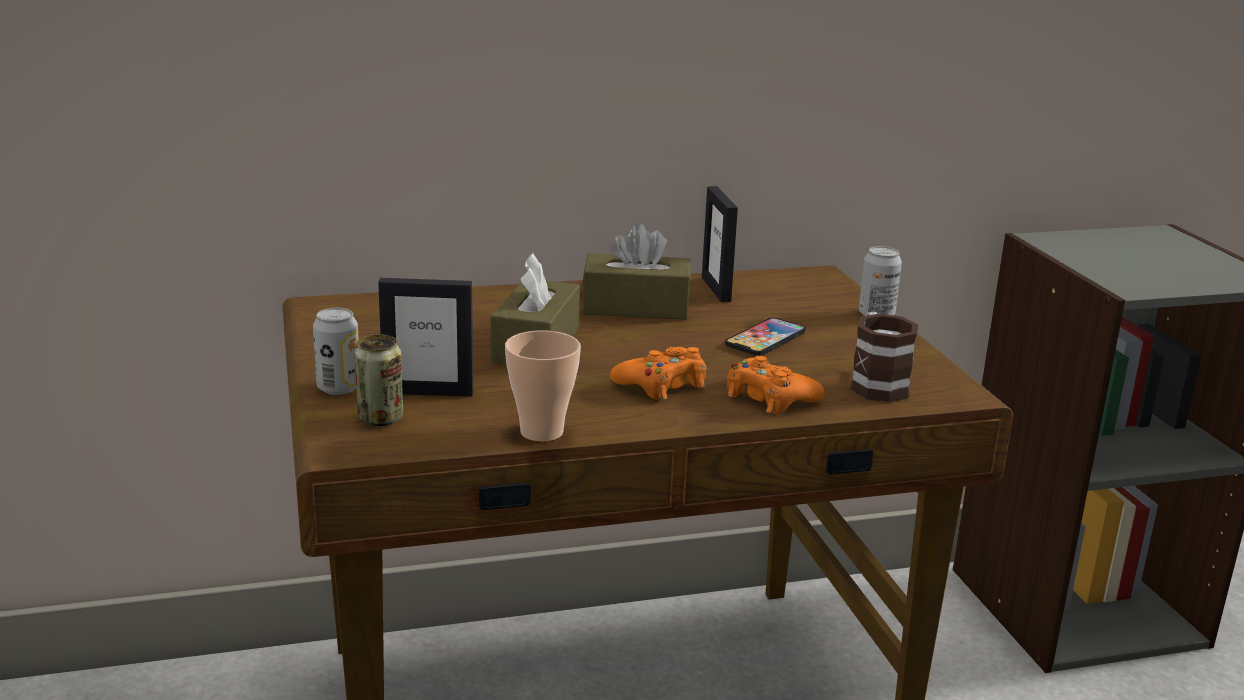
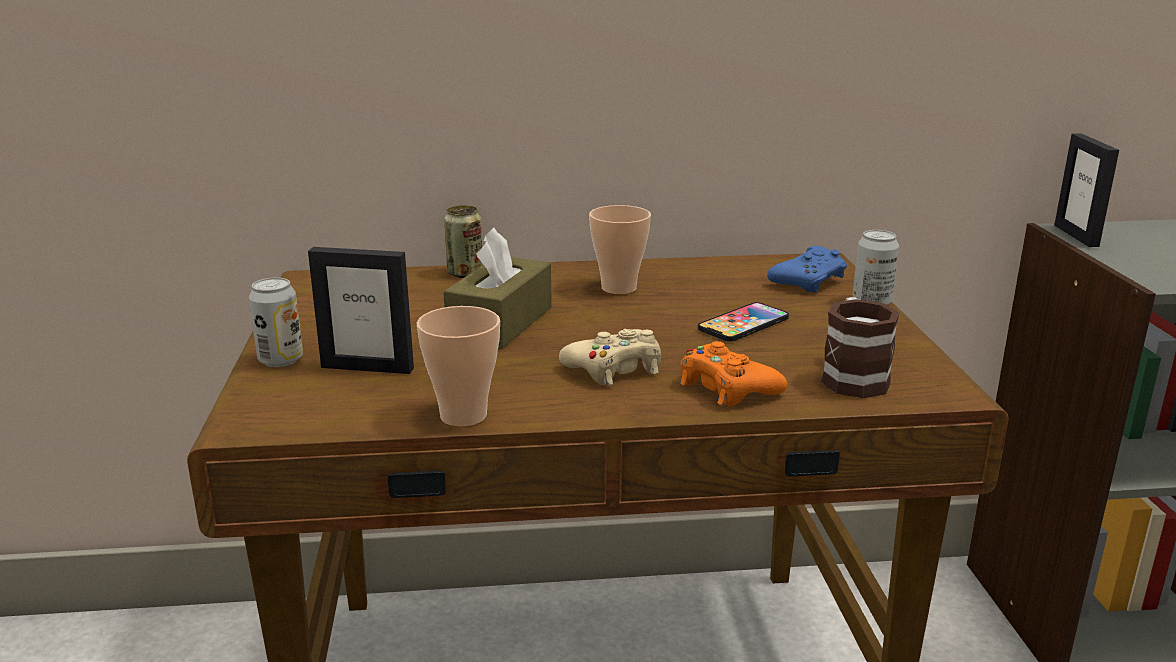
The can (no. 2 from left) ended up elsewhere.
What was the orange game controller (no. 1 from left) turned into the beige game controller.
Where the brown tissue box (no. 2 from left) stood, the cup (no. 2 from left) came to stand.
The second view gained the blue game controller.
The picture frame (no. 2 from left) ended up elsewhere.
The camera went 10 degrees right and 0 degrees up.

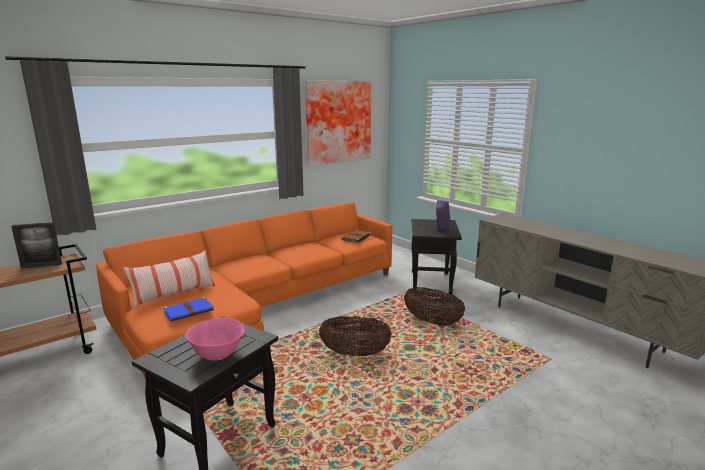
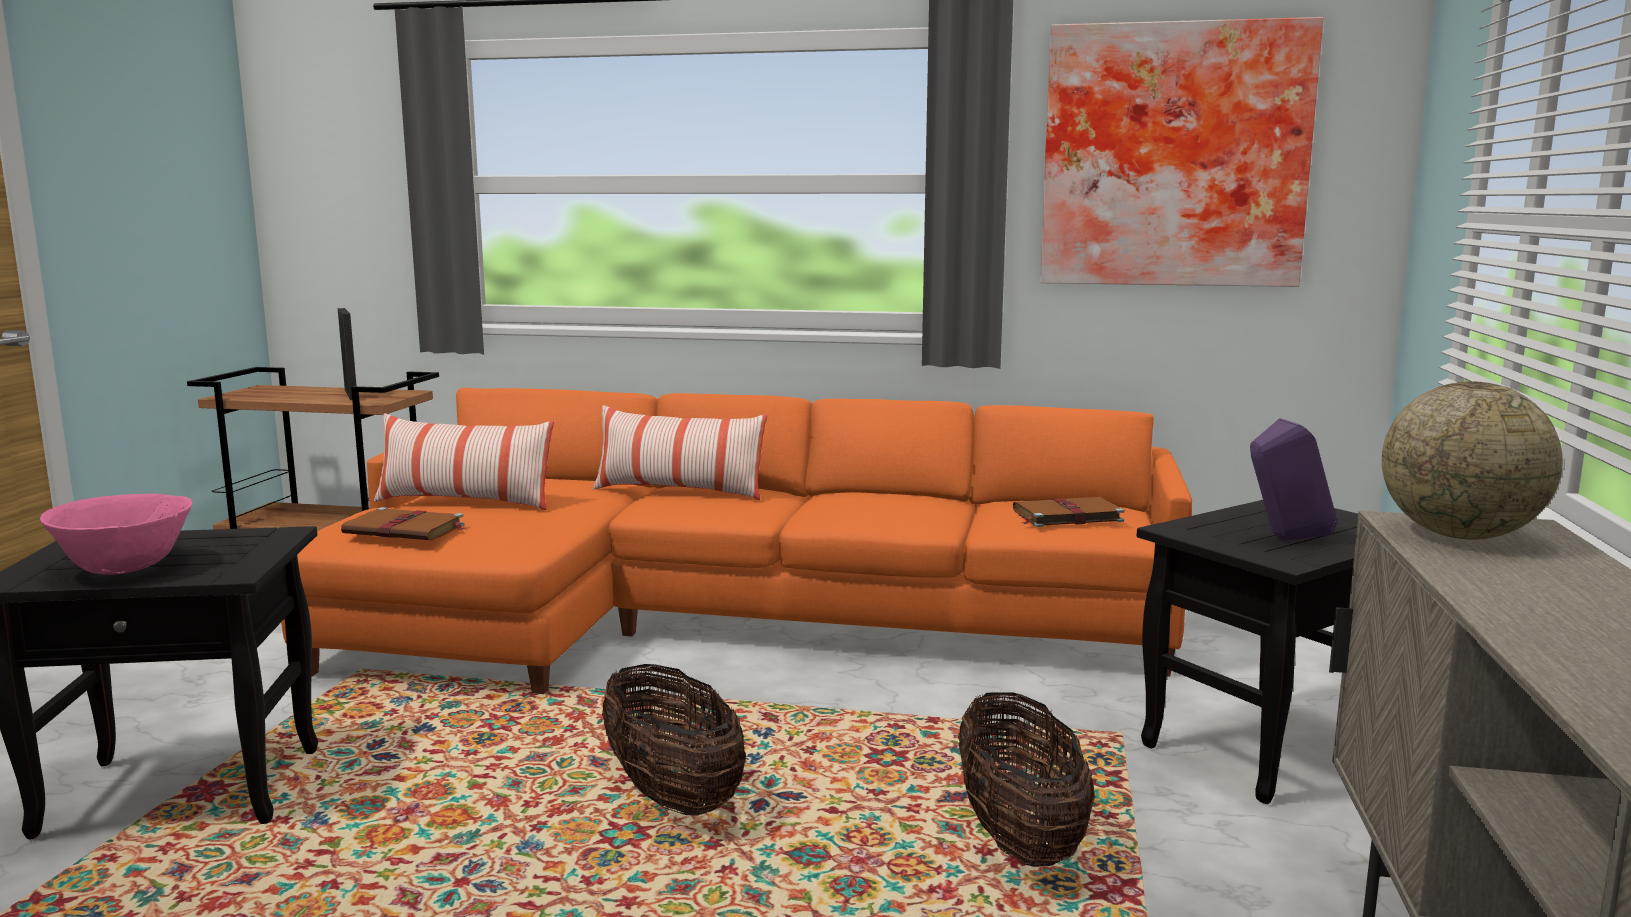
The picture frame ended up facing another way, 150 degrees counterclockwise from before.
What was the blue book turned into the brown book (no. 1 from left).
The second view gained the pillow (no. 2 from left).
The second view gained the globe.
The camera went 50 degrees right and 5 degrees down.

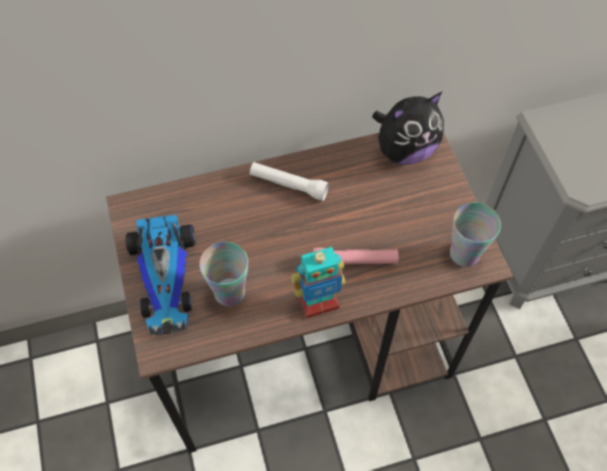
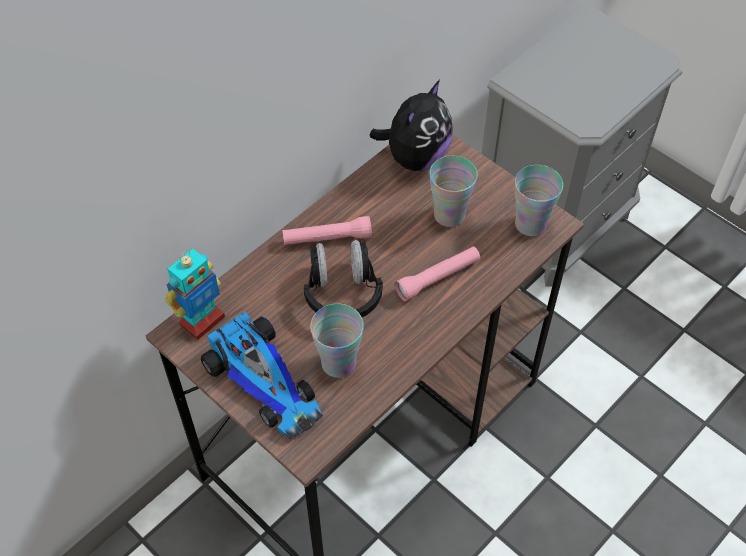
The toy robot ended up elsewhere.
What was the white flashlight turned into the pink flashlight (no. 1 from left).
The second view gained the black headphones.
The second view gained the cup (no. 2 from left).
The camera went 30 degrees left and 5 degrees down.

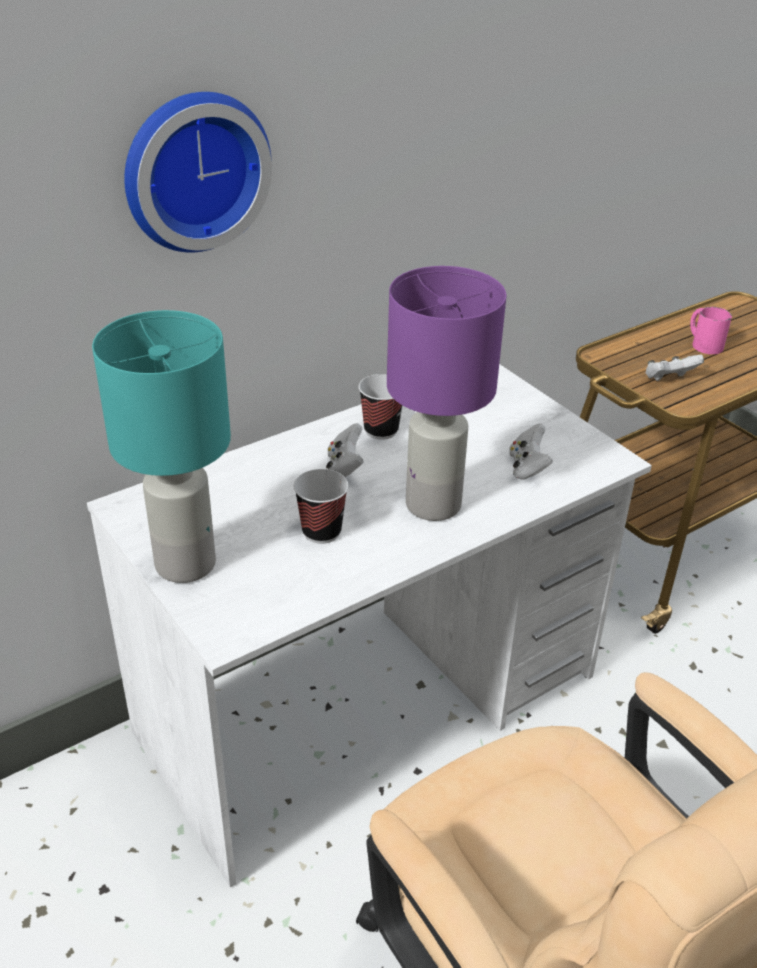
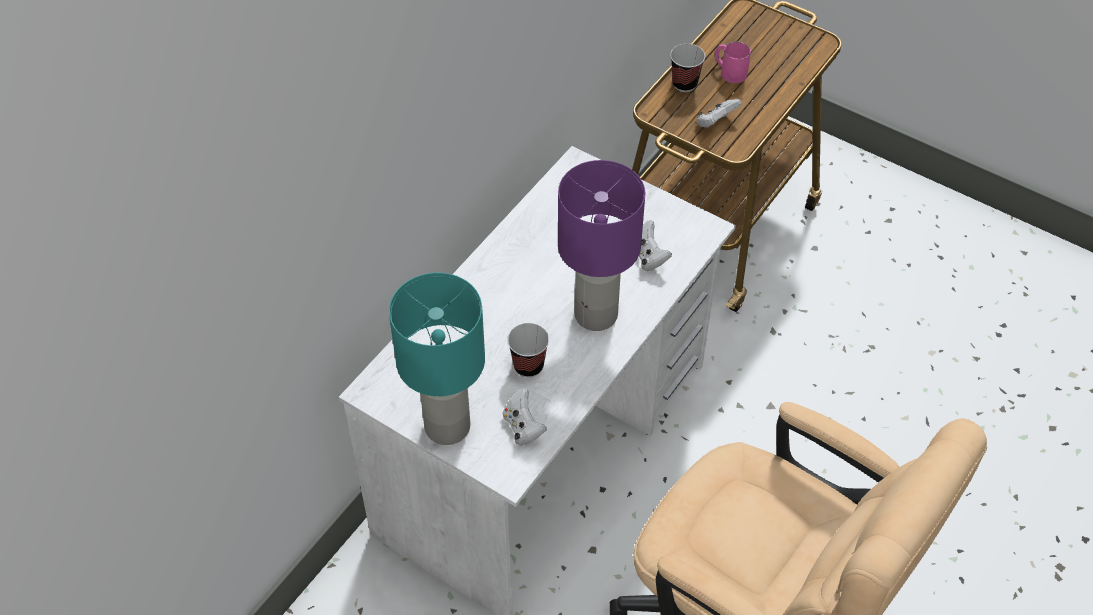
The white game controller (no. 1 from left) ended up elsewhere.
The cup (no. 2 from left) ended up elsewhere.
The second view lost the wall clock.
The camera went 20 degrees left and 15 degrees up.

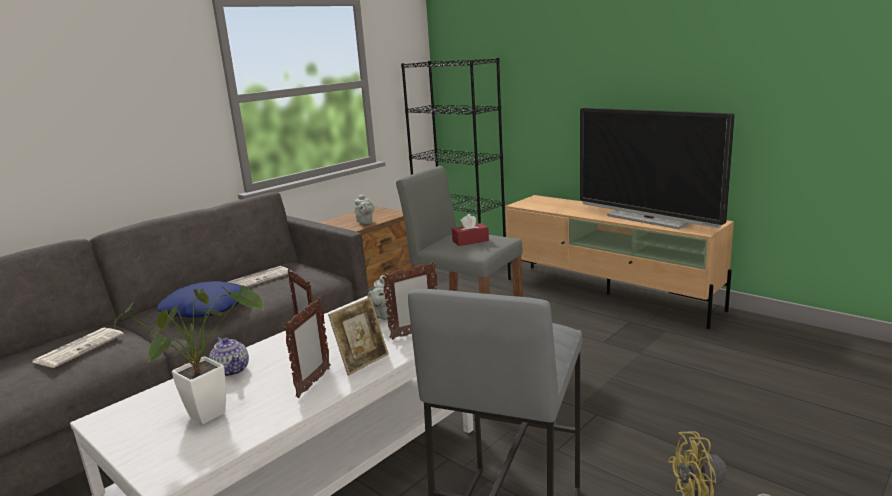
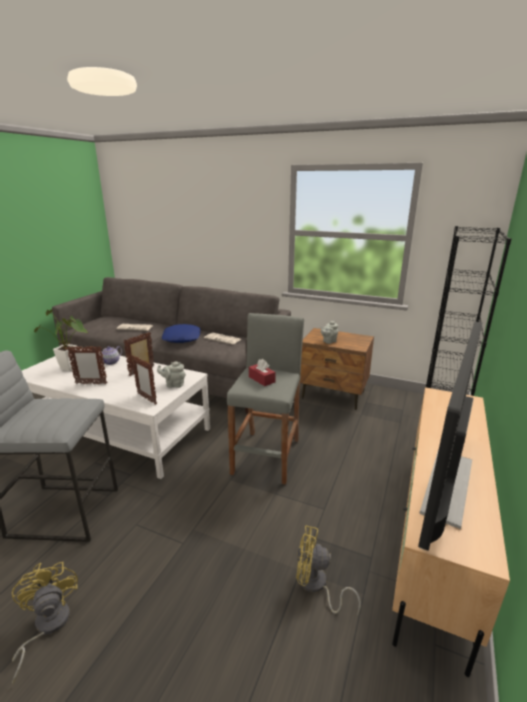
The second view gained the yellow fan (no. 2 from left).
The second view lost the picture frame (no. 3 from left).
The camera went 70 degrees right and 5 degrees up.

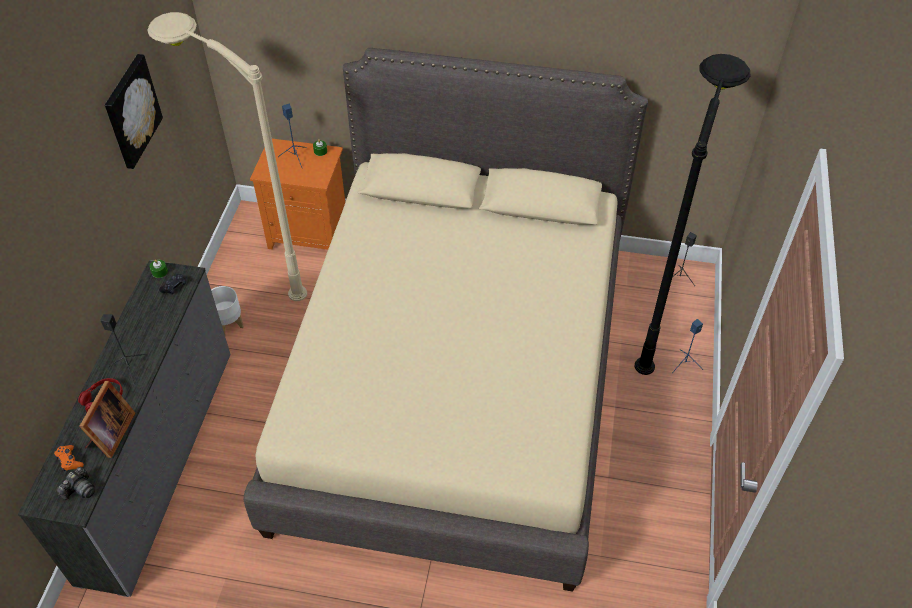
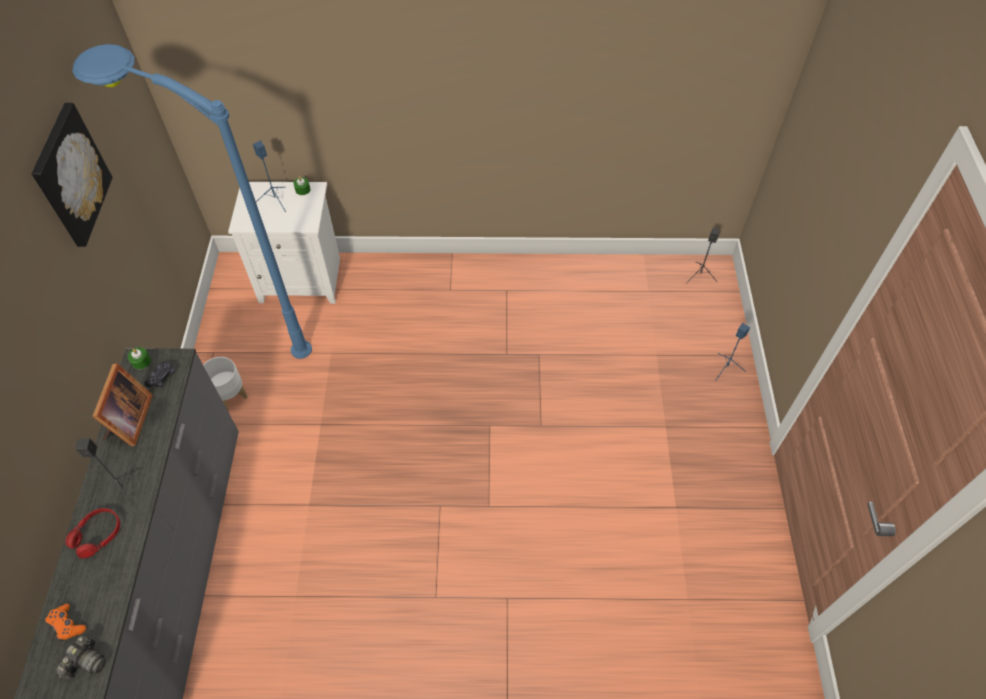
What was the beige floor lamp turned into the blue floor lamp.
The picture frame ended up elsewhere.
What was the orange nightstand turned into the white nightstand.
The second view lost the beige bed.
The second view lost the black floor lamp.
The camera went 10 degrees left and 5 degrees up.

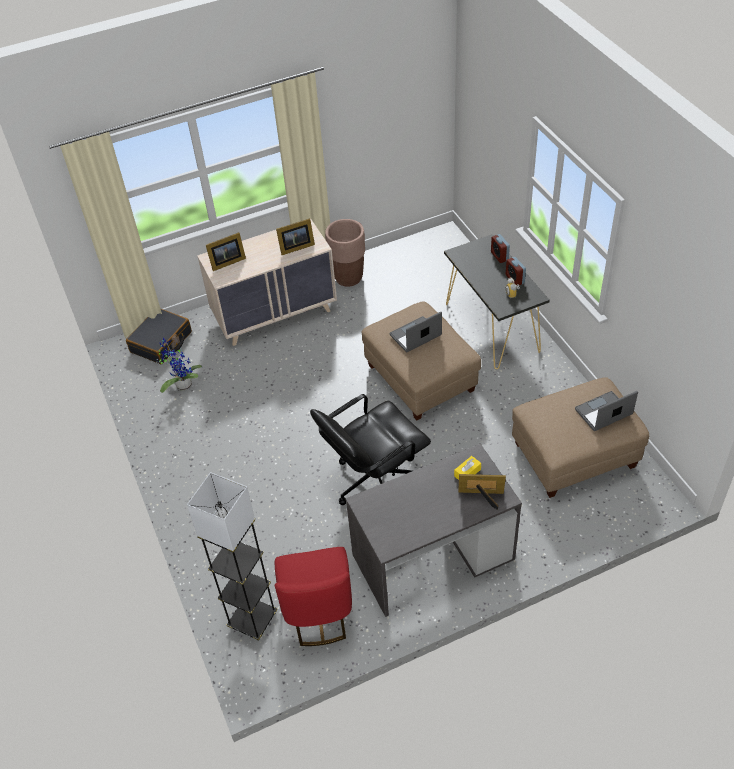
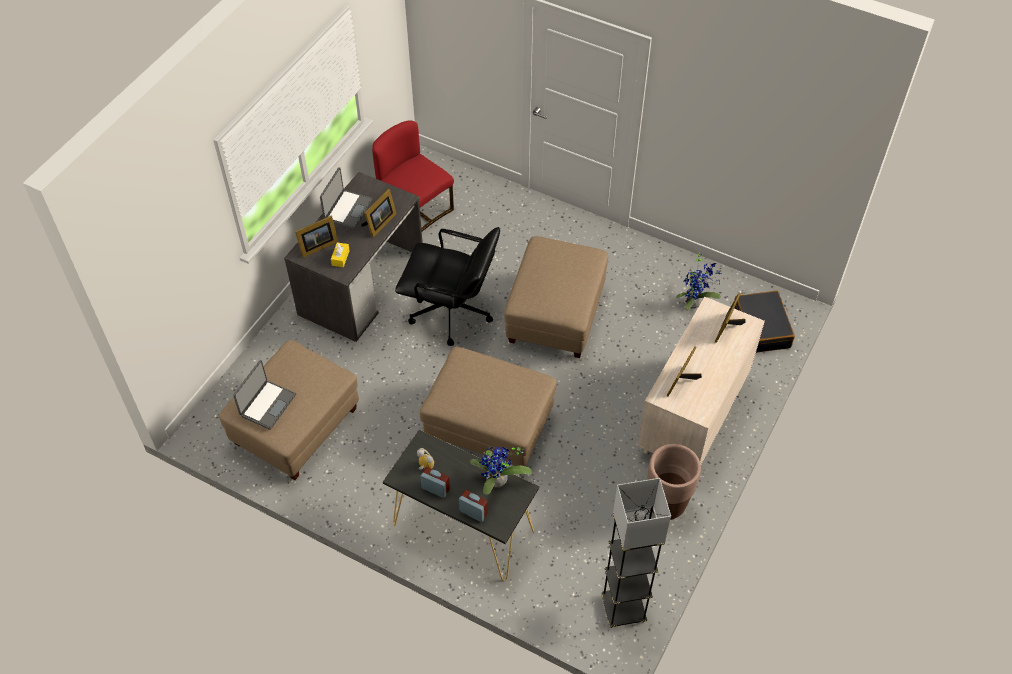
The laptop (no. 1 from left in the first image) ended up elsewhere.
The second view gained the picture frame (no. 2 from left).
The black office chair ended up facing another way, 90 degrees clockwise from before.
The second view gained the potted plant (no. 1 from left).
The second view gained the beige ottoman (no. 3 from left).
The grey floor lamp ended up elsewhere.
The camera went 140 degrees right and 5 degrees up.

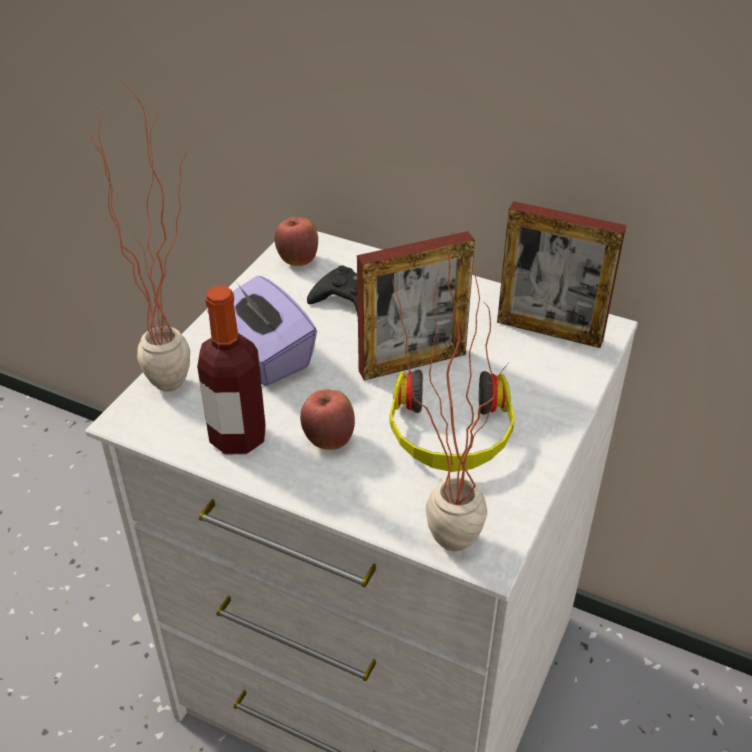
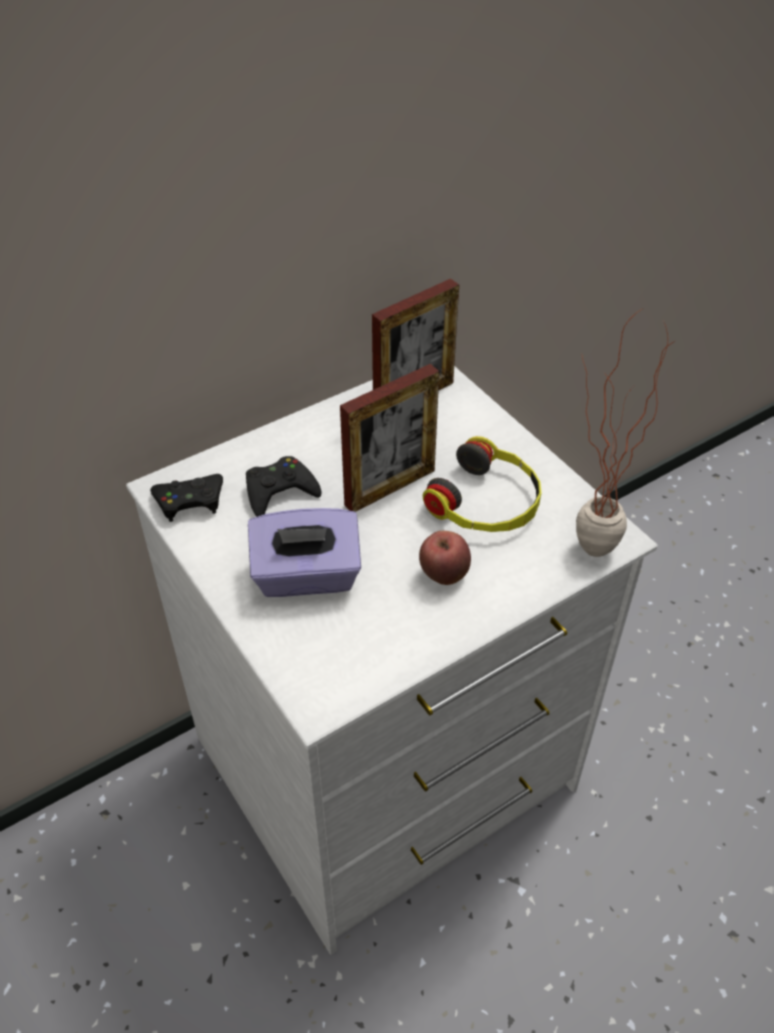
Where the apple (no. 1 from left) stood, the black game controller (no. 1 from left) came to stand.
The picture frame (no. 1 from left) ended up facing another way, 45 degrees clockwise from before.
The second view lost the potted plant (no. 1 from left).
The second view lost the bottle.
The camera went 60 degrees left and 5 degrees up.

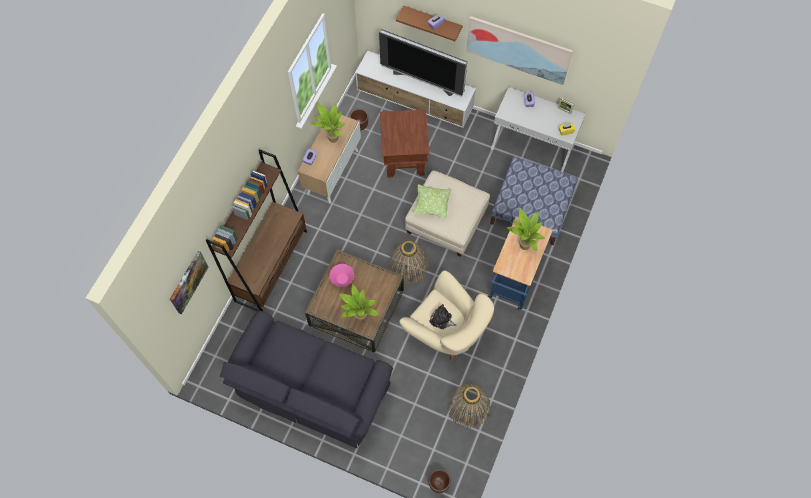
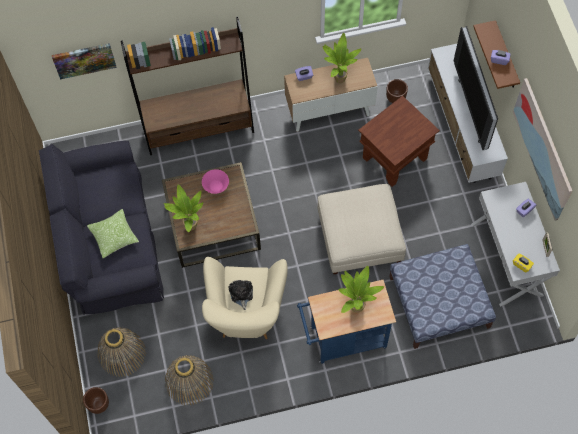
The pillow ended up elsewhere.
The basket (no. 1 from left) ended up elsewhere.
The camera went 55 degrees right and 0 degrees up.

